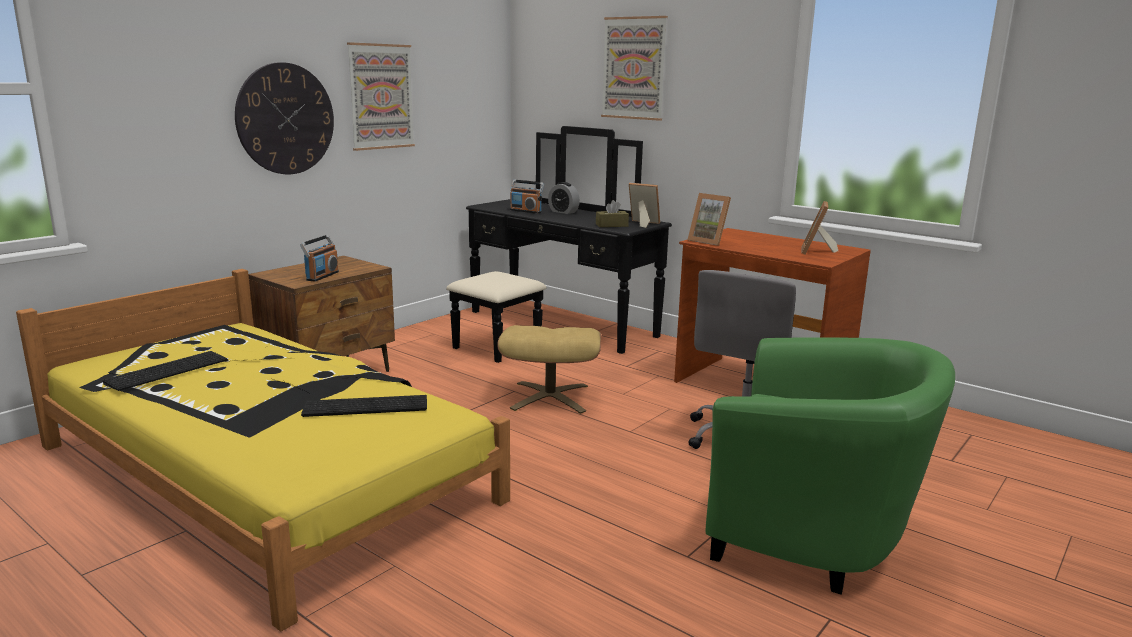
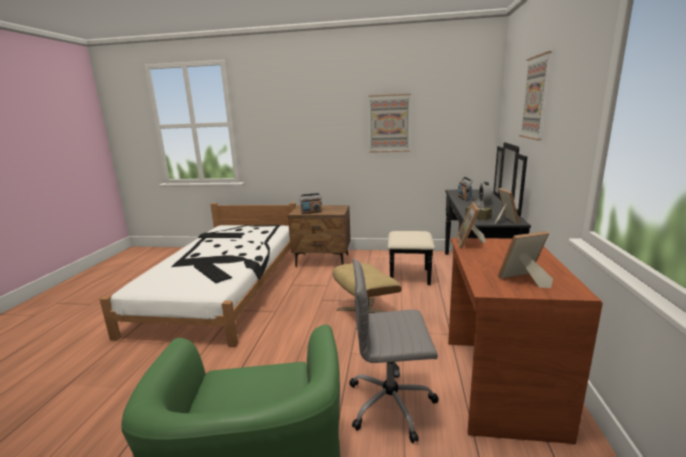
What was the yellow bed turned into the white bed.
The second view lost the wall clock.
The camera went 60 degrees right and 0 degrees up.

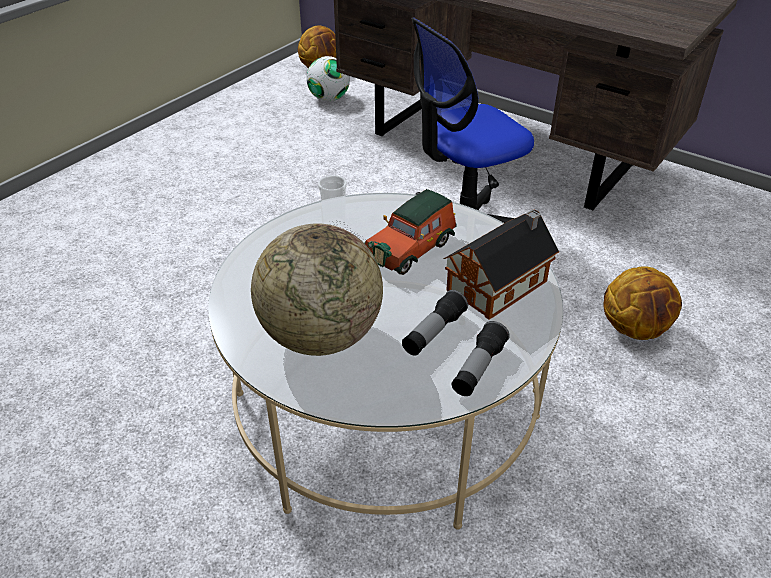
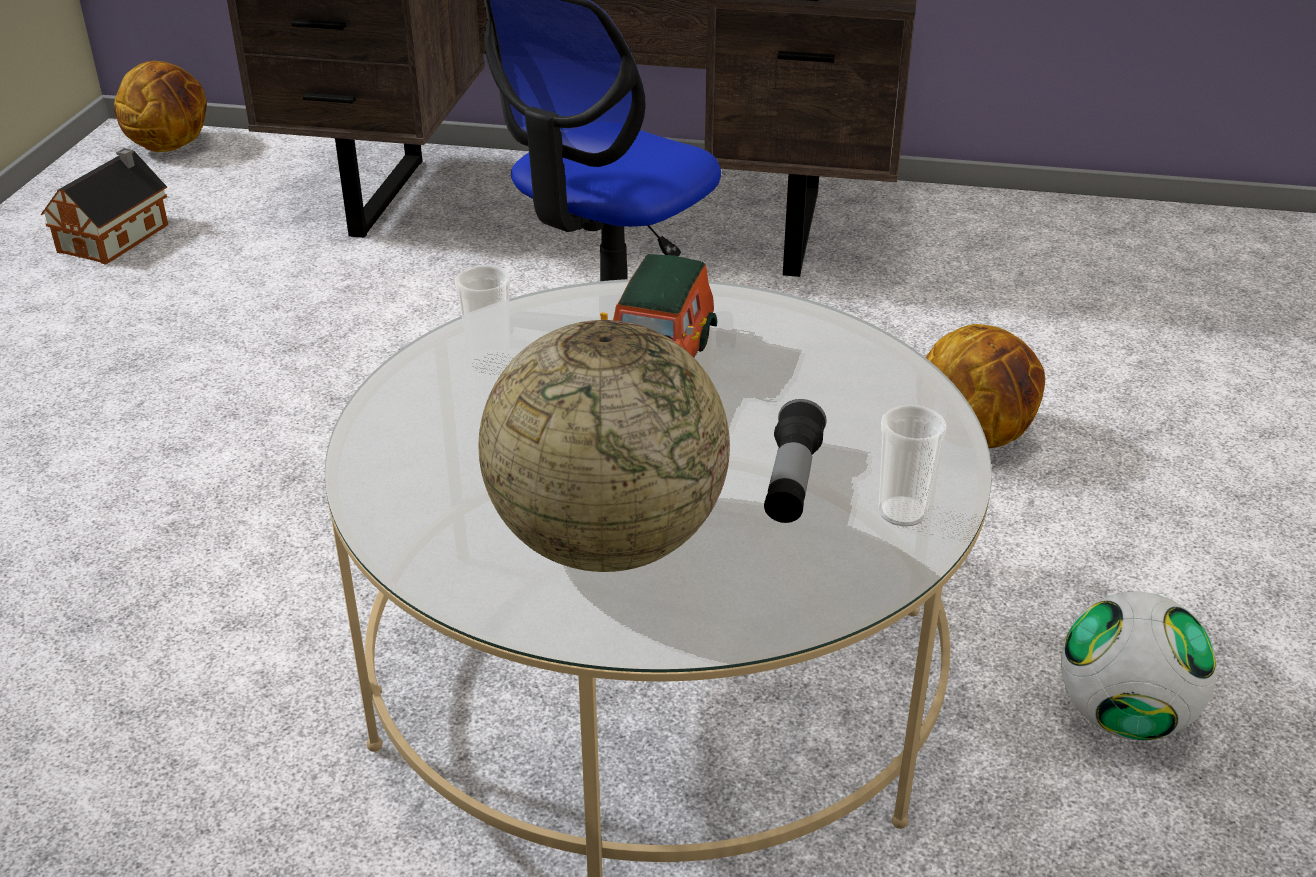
The toy house ended up elsewhere.
Where the flashlight (no. 2 from left) stood, the cup (no. 2 from left) came to stand.
The football ended up elsewhere.
The camera went 25 degrees left and 5 degrees down.

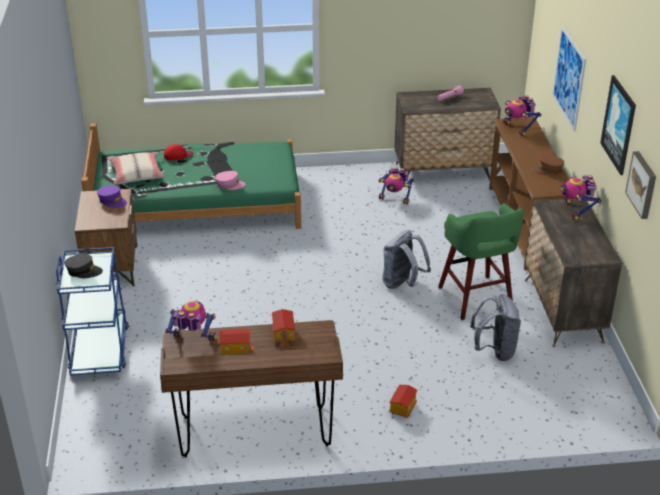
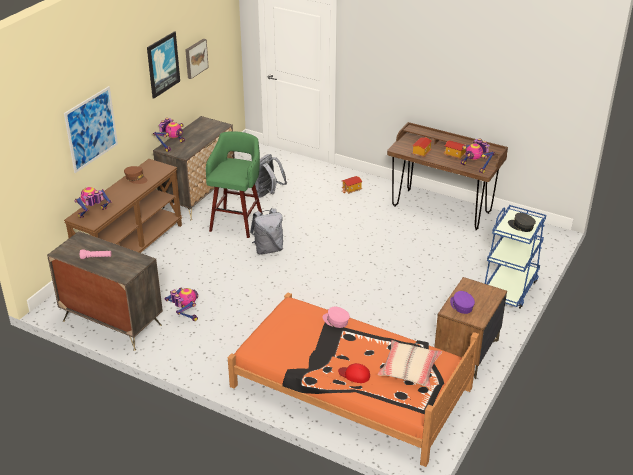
The toy robot (no. 3 from left in the first image) ended up facing another way, 135 degrees counterclockwise from before.
What was the green bed turned into the orange bed.
The camera went 145 degrees left and 0 degrees up.

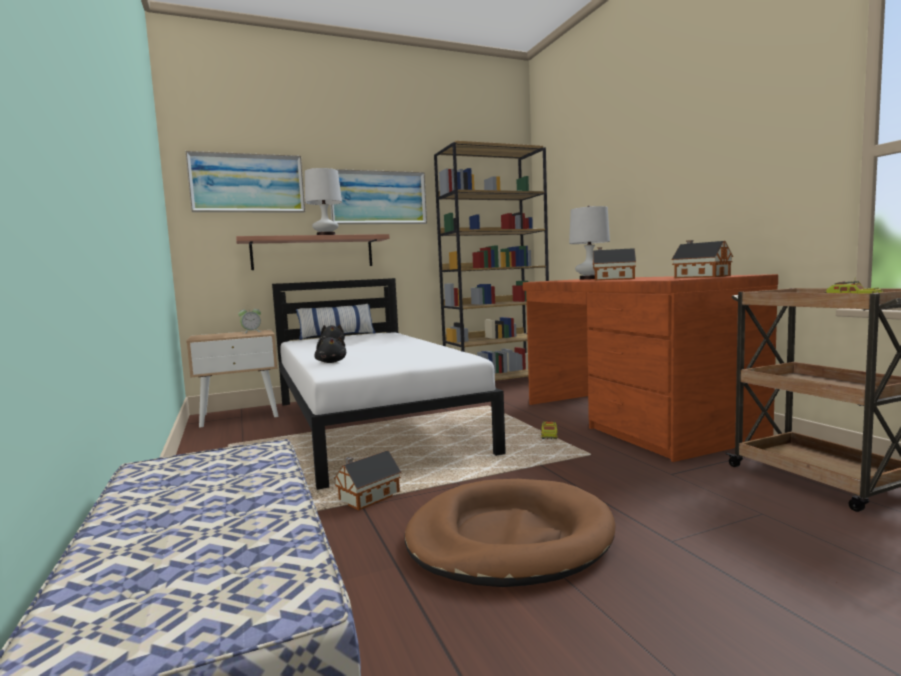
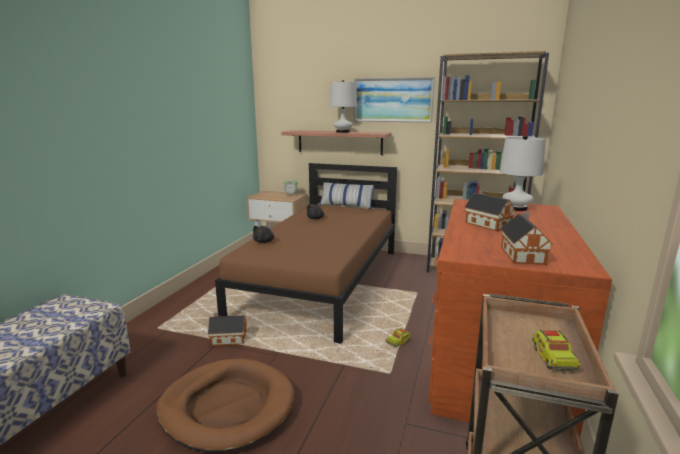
What was the white bed turned into the brown bed.
The second view lost the picture (no. 1 from left).
The camera went 40 degrees right and 10 degrees up.

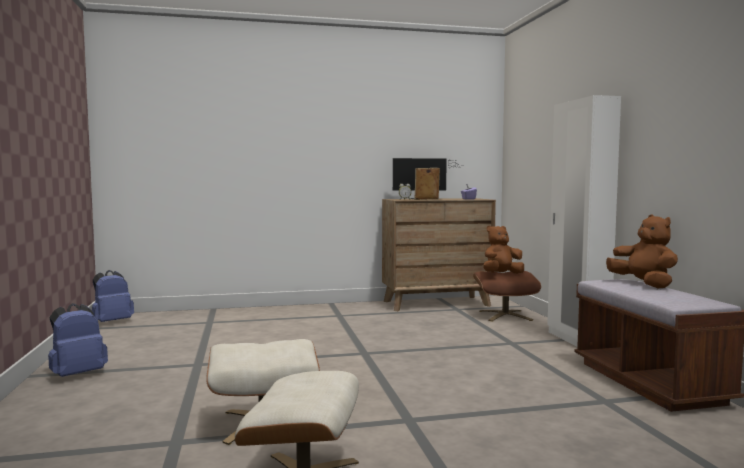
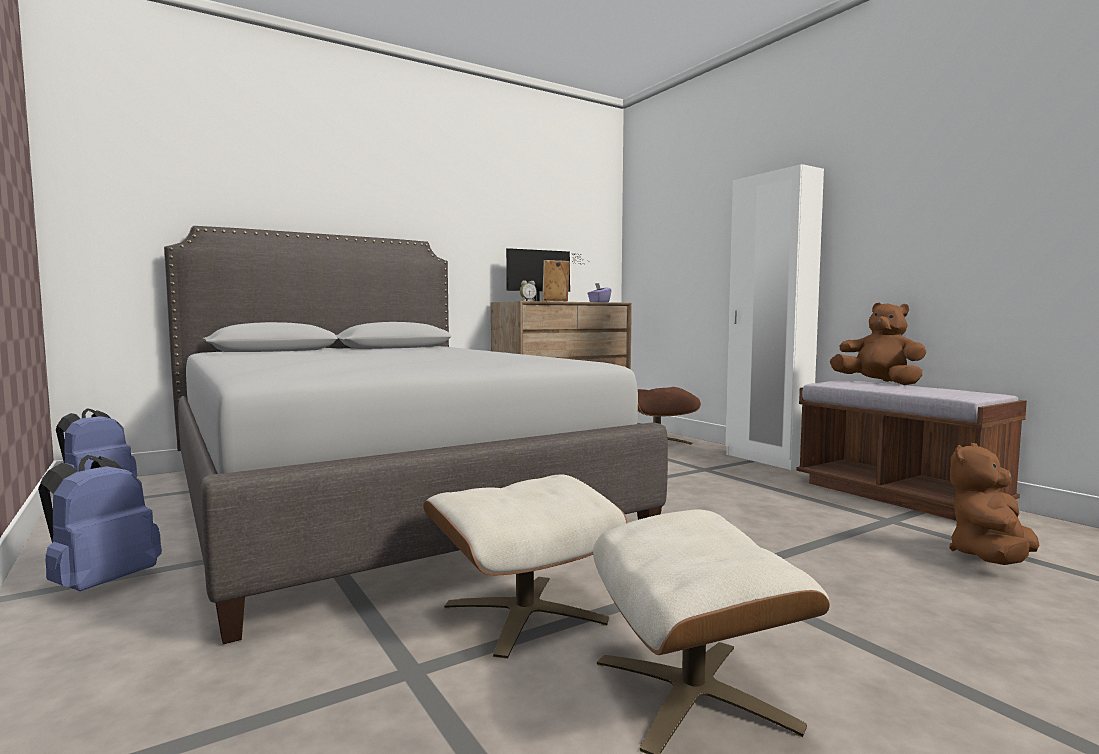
The second view gained the grey bed.
The brown plush toy (no. 1 from left in the first image) ended up elsewhere.
The camera went 20 degrees left and 0 degrees up.

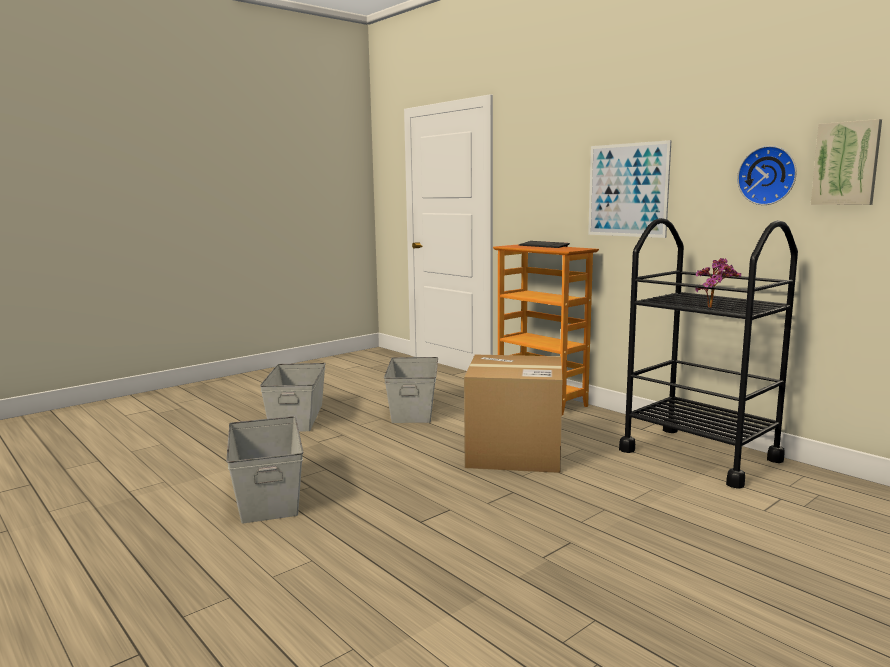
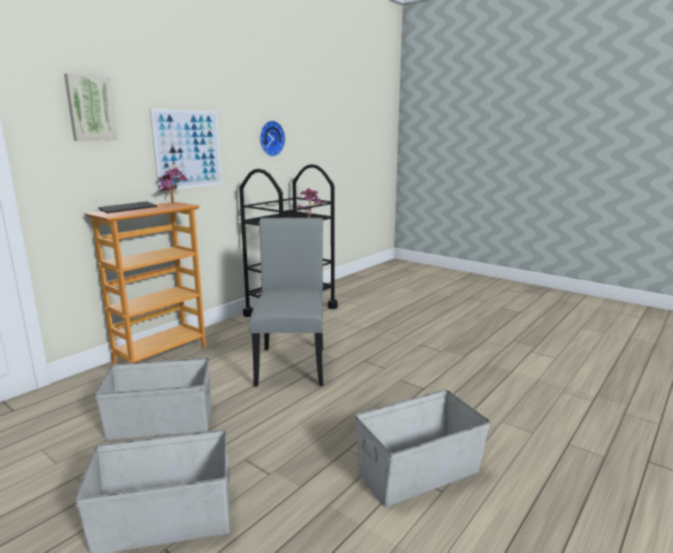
The picture (no. 2 from left in the first image) ended up elsewhere.
The second view gained the potted plant (no. 1 from left).
Where the cardboard box stood, the grey chair came to stand.
The camera went 100 degrees left and 5 degrees up.

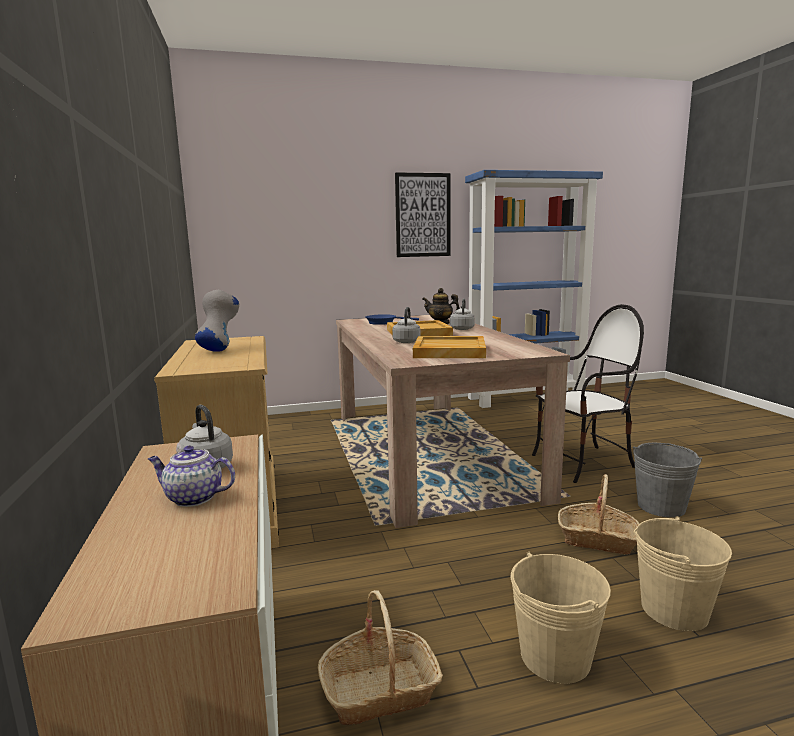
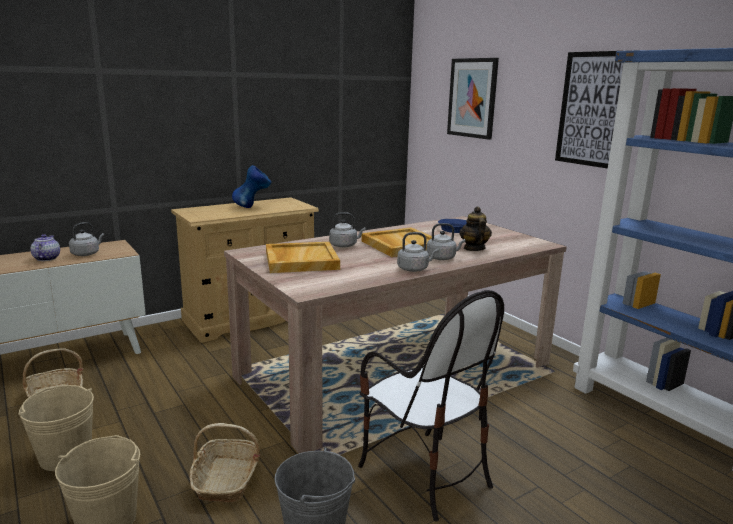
What was the grey vase turned into the blue vase.
The second view gained the grey kettle (no. 3 from left).
The second view gained the picture (no. 1 from left).
The camera went 70 degrees right and 5 degrees up.

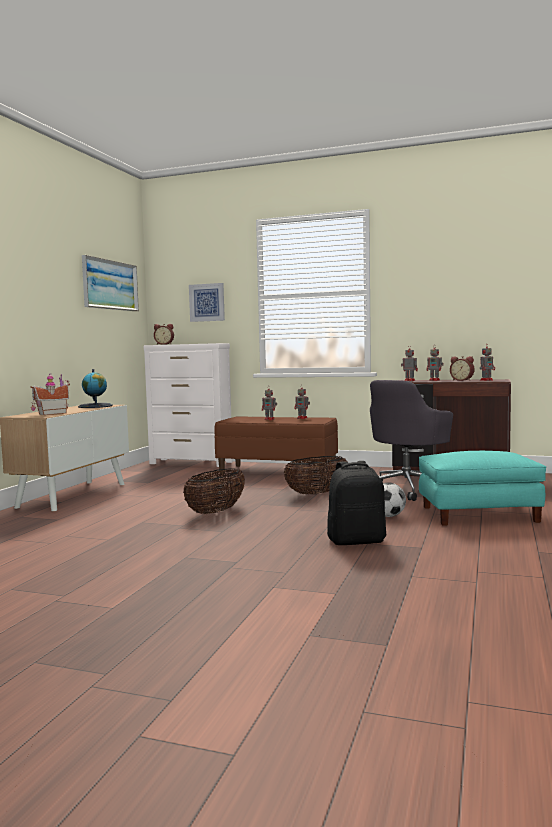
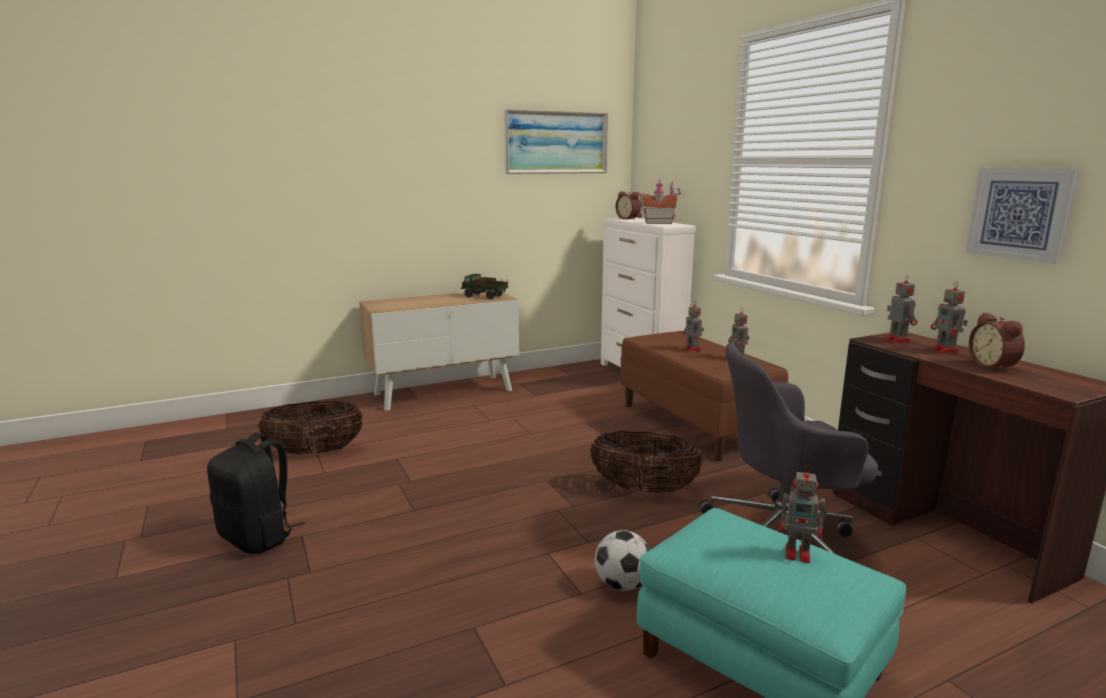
The black backpack ended up elsewhere.
The basket (no. 1 from left) ended up elsewhere.
Where the globe stood, the toy truck came to stand.
The toy house ended up elsewhere.
The toy robot (no. 5 from left in the first image) ended up elsewhere.
The picture (no. 2 from left) ended up elsewhere.
The camera went 45 degrees right and 10 degrees up.

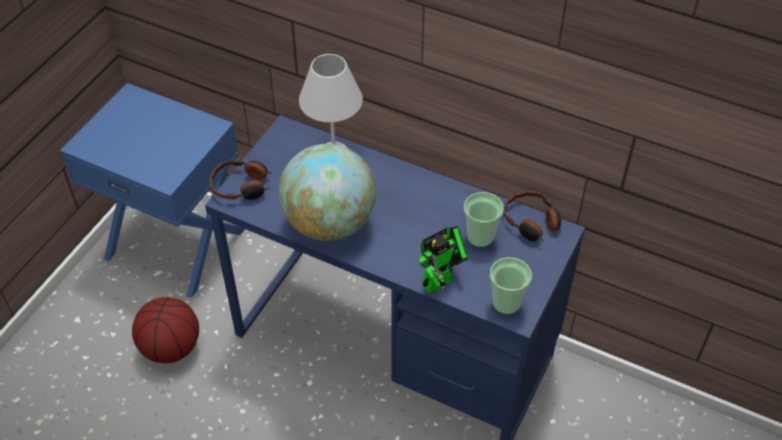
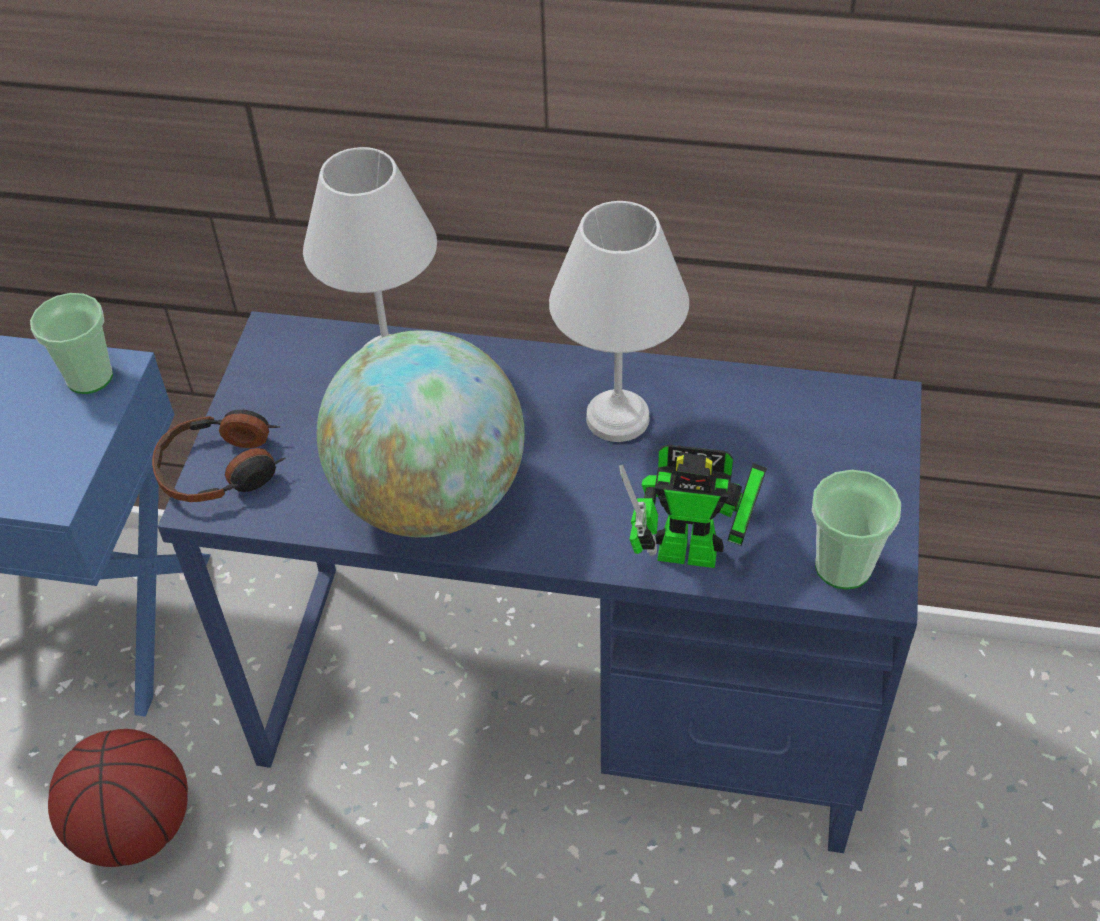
The cup (no. 1 from left) ended up elsewhere.
The second view gained the white table lamp (no. 2 from left).
The toy robot ended up facing another way, 60 degrees clockwise from before.
The second view lost the headphones (no. 2 from left).
The camera went 15 degrees left and 0 degrees up.

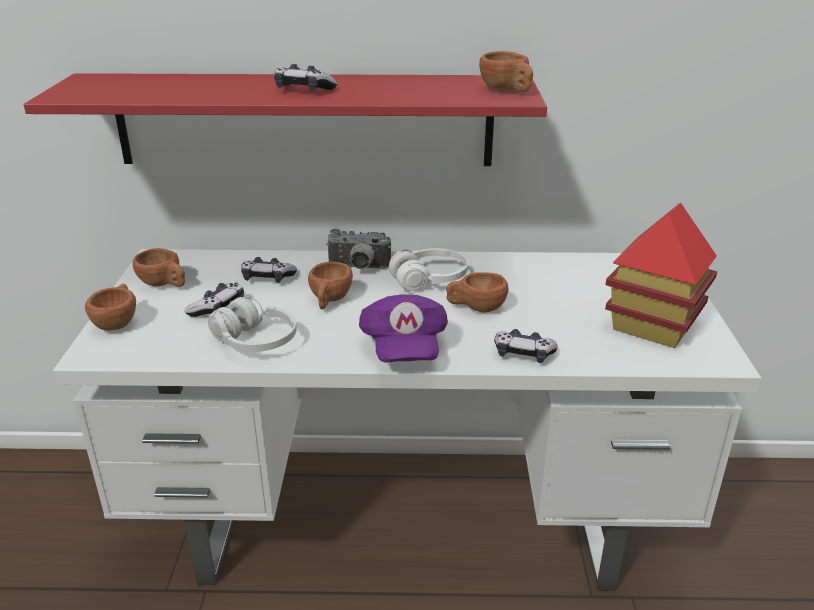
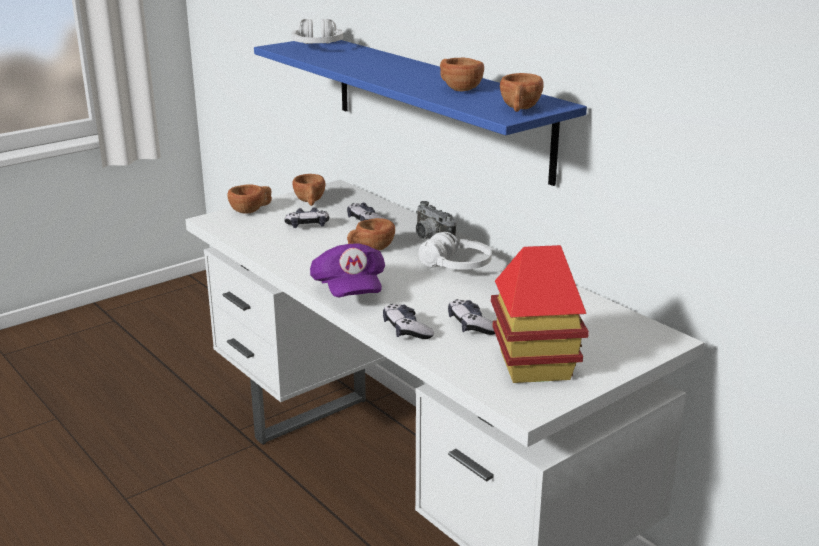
What was the red shelf turned into the blue shelf.
The white headphones (no. 1 from left) ended up elsewhere.
The purple cap ended up facing another way, 60 degrees counterclockwise from before.
The brown cup (no. 4 from left) ended up elsewhere.
The game controller (no. 3 from left in the first image) ended up elsewhere.
The camera went 50 degrees right and 5 degrees down.

